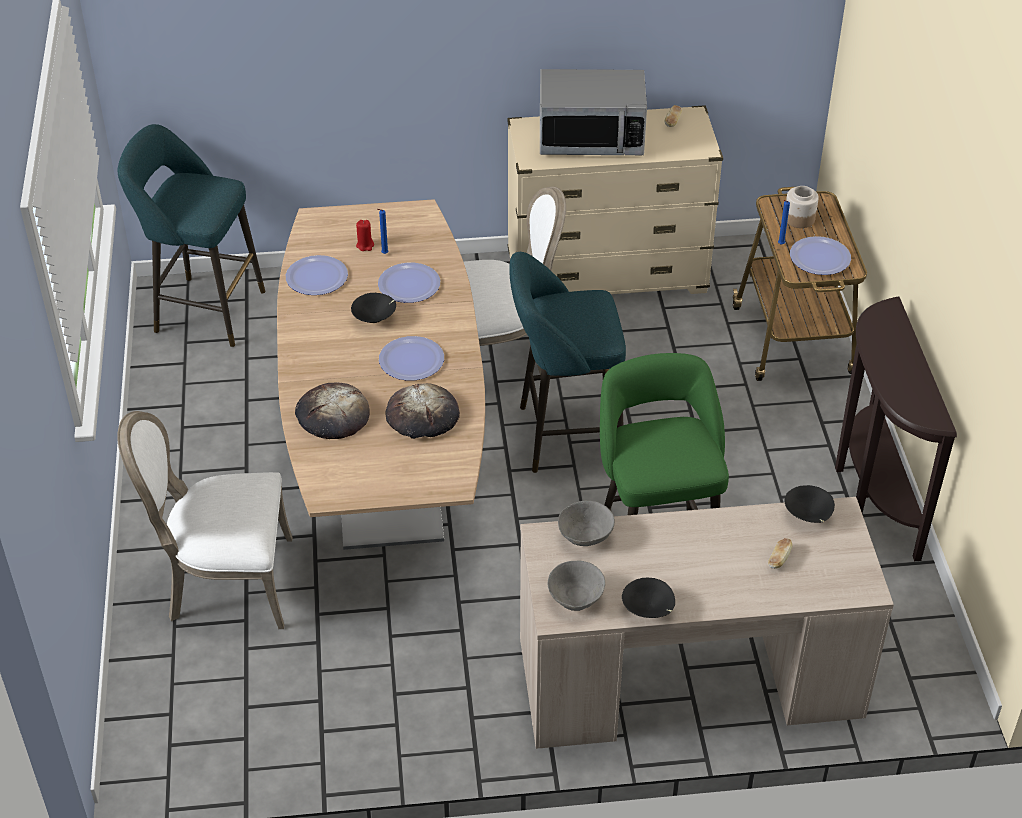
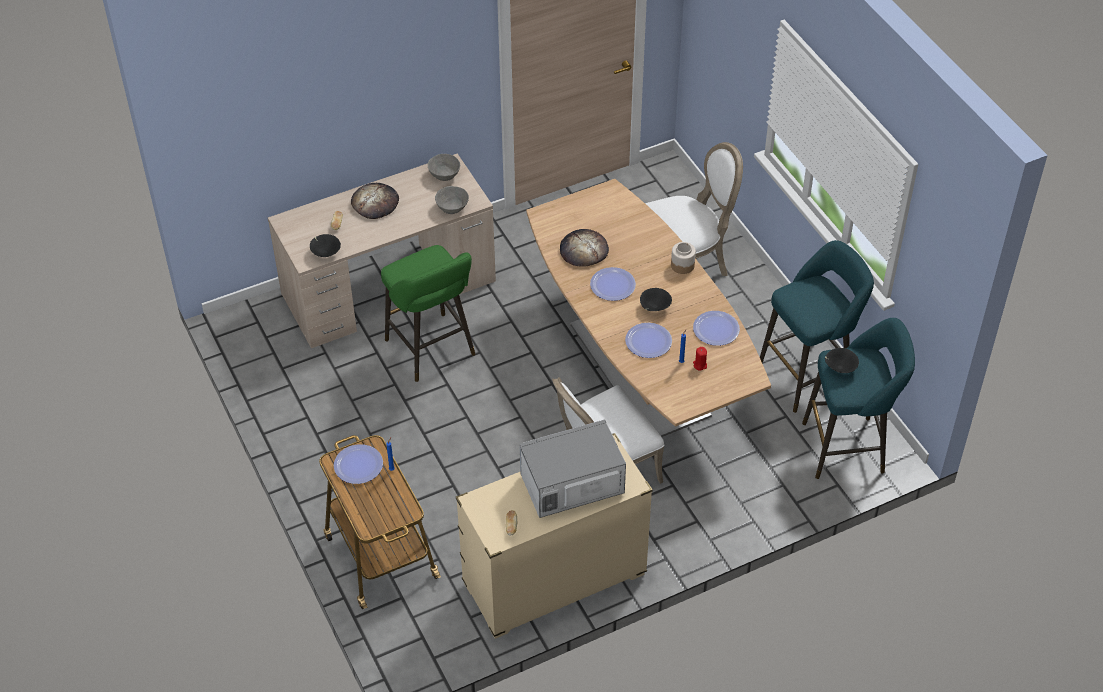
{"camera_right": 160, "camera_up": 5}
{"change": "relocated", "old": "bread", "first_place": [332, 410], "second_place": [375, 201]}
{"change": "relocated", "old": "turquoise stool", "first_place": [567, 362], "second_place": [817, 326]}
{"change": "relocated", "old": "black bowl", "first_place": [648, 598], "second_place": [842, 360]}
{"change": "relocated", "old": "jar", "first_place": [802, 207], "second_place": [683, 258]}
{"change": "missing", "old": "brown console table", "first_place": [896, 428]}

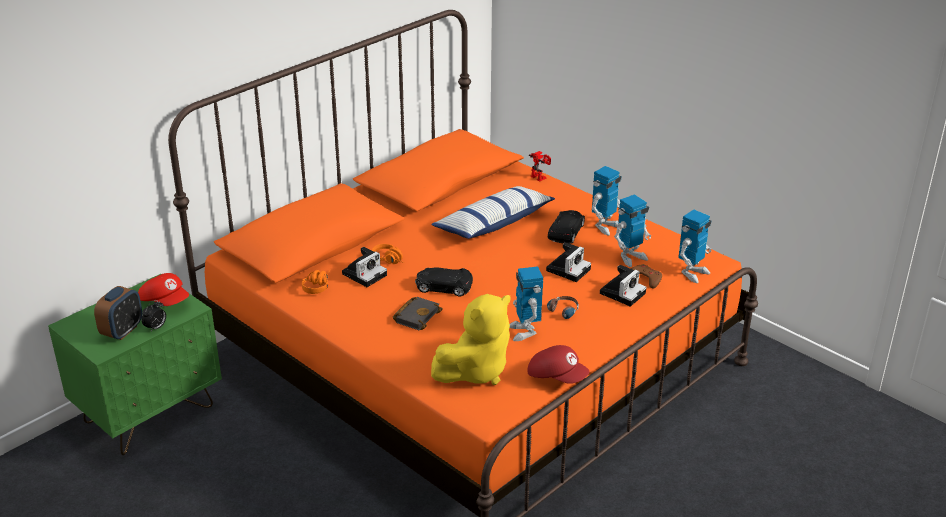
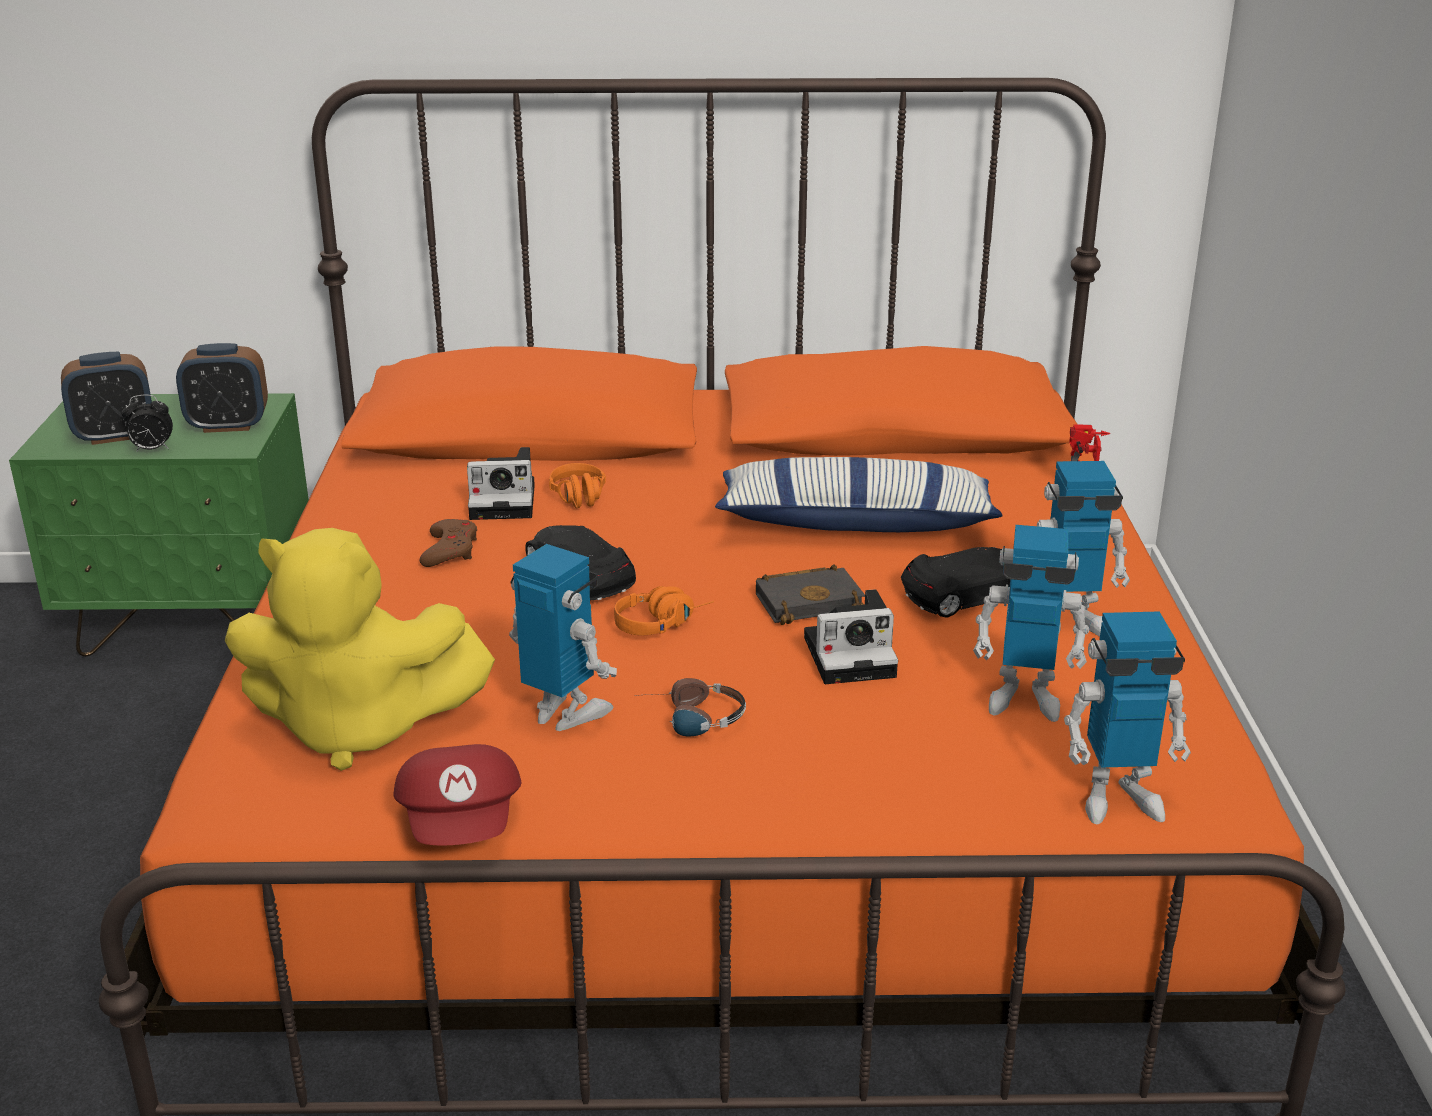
{"camera_right": 45, "camera_up": -5}
{"change": "exchanged", "old": "red cap", "new": "alarm clock", "first_place": [163, 289], "second_place": [222, 388]}
{"change": "relocated", "old": "orange headphones", "first_place": [316, 281], "second_place": [664, 610]}
{"change": "relocated", "old": "black book", "first_place": [418, 313], "second_place": [810, 594]}
{"change": "spun", "old": "toy robot", "first_place": [526, 303], "second_place": [563, 637], "degrees": 90}
{"change": "missing", "old": "photo camera", "first_place": [623, 286]}
{"change": "relocated", "old": "brown game controller", "first_place": [646, 276], "second_place": [448, 543]}

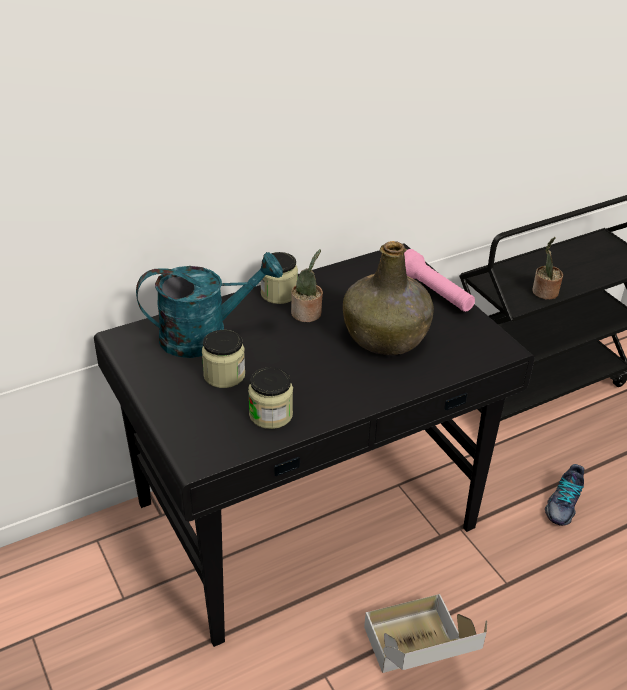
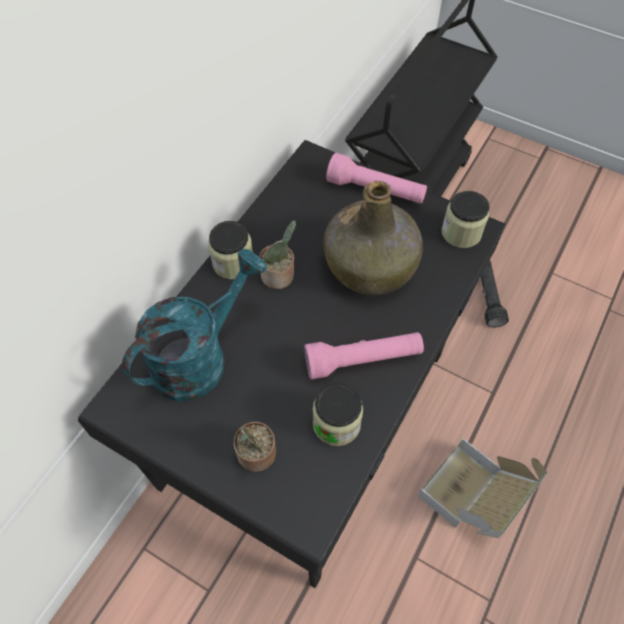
{"camera_right": -30, "camera_up": 20}
{"change": "relocated", "old": "jar", "first_place": [223, 359], "second_place": [466, 219]}
{"change": "relocated", "old": "potted plant", "first_place": [547, 268], "second_place": [255, 447]}
{"change": "exchanged", "old": "shoe", "new": "black flashlight", "first_place": [564, 495], "second_place": [495, 294]}
{"change": "appeared", "new": "pink flashlight", "second_place": [364, 355]}

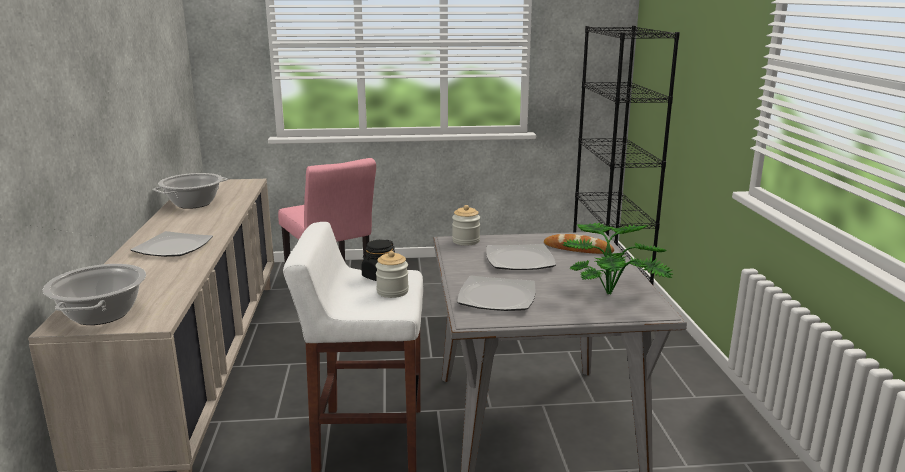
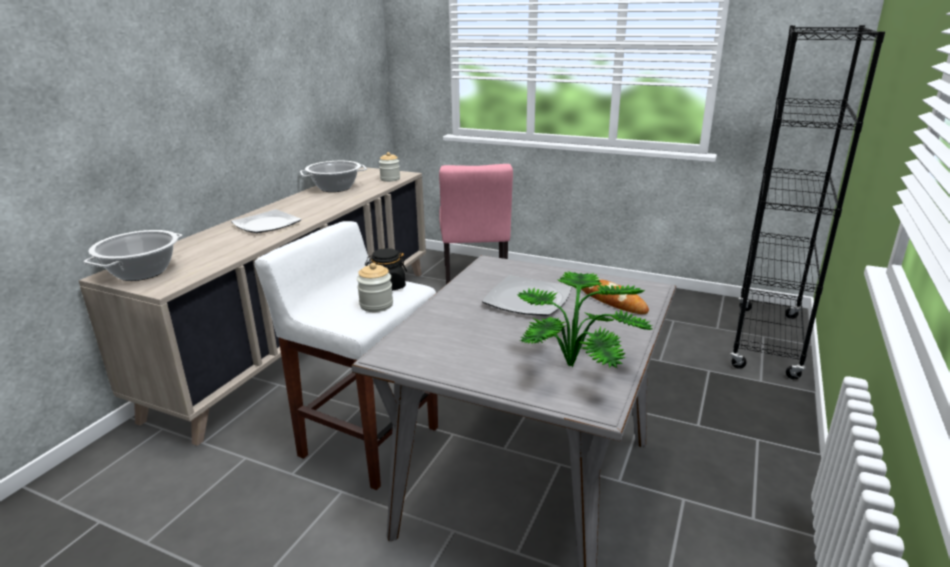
{"camera_right": 30, "camera_up": 5}
{"change": "relocated", "old": "jar", "first_place": [466, 225], "second_place": [389, 167]}
{"change": "missing", "old": "plate", "first_place": [496, 293]}

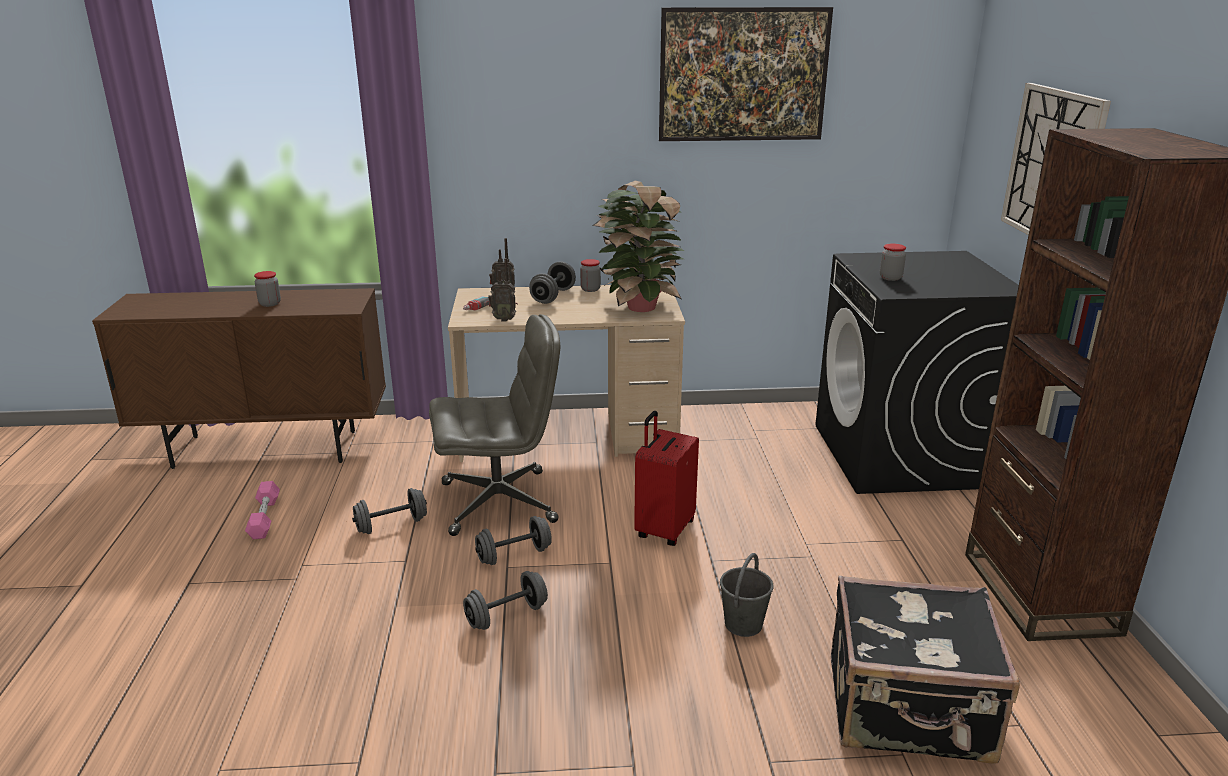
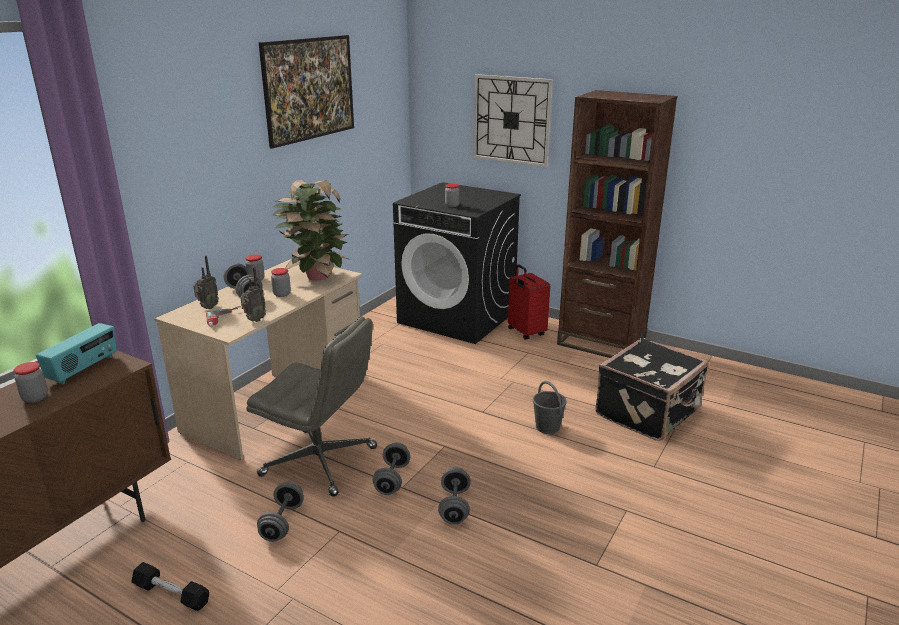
{"camera_right": -55, "camera_up": 0}
{"change": "colour", "old": "pink dumbbell", "new": "black dumbbell", "first_place": [262, 510], "second_place": [170, 586]}
{"change": "spun", "old": "grey office chair", "first_place": [494, 425], "second_place": [311, 407], "degrees": 90}
{"change": "relocated", "old": "red suitcase", "first_place": [666, 478], "second_place": [529, 302]}
{"change": "appeared", "new": "radio", "second_place": [76, 354]}
{"change": "appeared", "new": "jar", "second_place": [281, 282]}

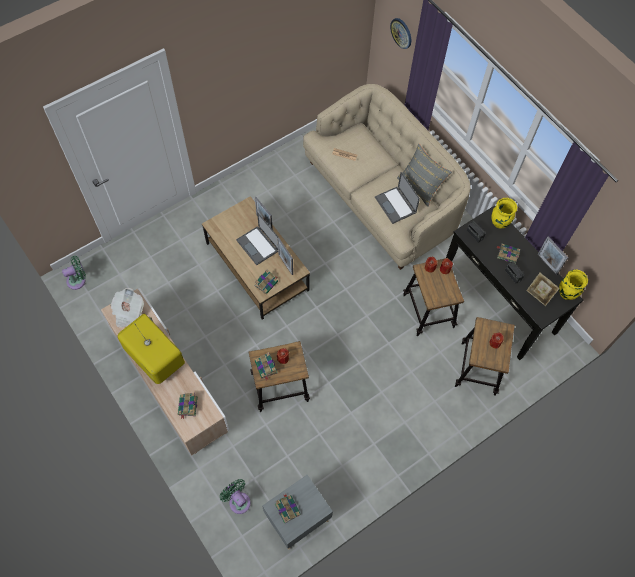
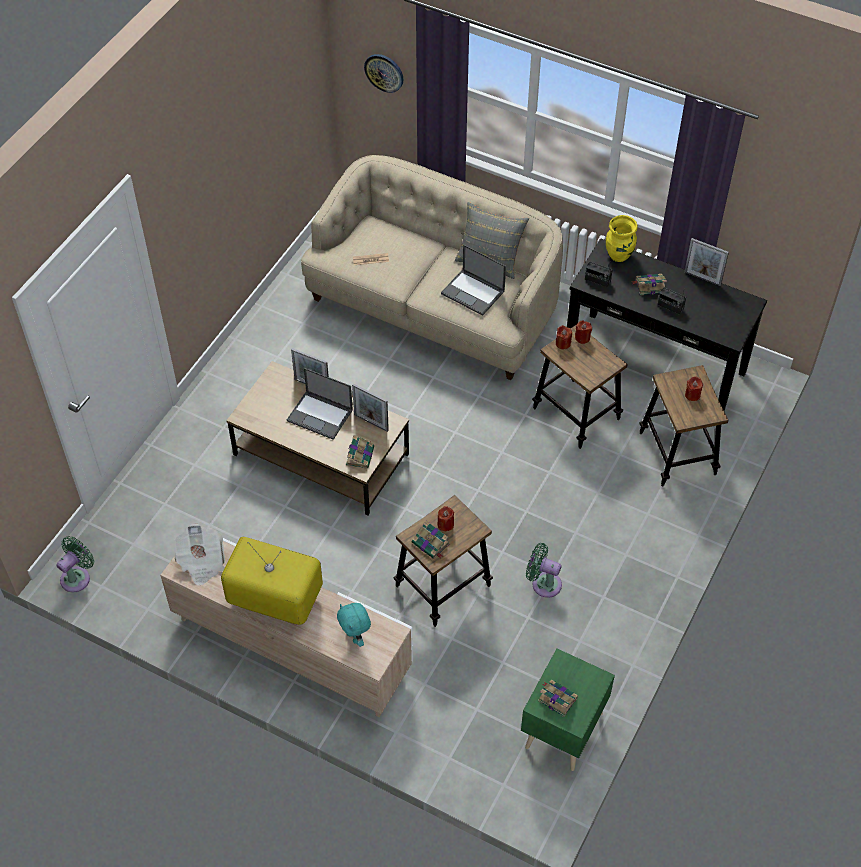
{"camera_right": -25, "camera_up": -10}
{"change": "exchanged", "old": "book", "new": "turquoise plush toy", "first_place": [188, 406], "second_place": [354, 625]}
{"change": "relocated", "old": "green fan", "first_place": [235, 496], "second_place": [544, 570]}
{"change": "colour", "old": "grey nightstand", "new": "green nightstand", "first_place": [297, 512], "second_place": [568, 710]}
{"change": "missing", "old": "picture frame", "first_place": [543, 289]}
{"change": "missing", "old": "yellow vase", "first_place": [573, 284]}

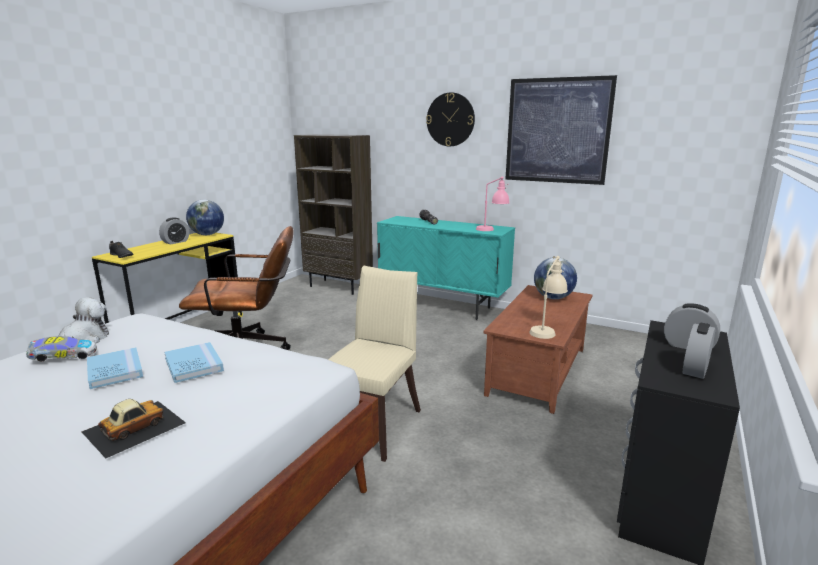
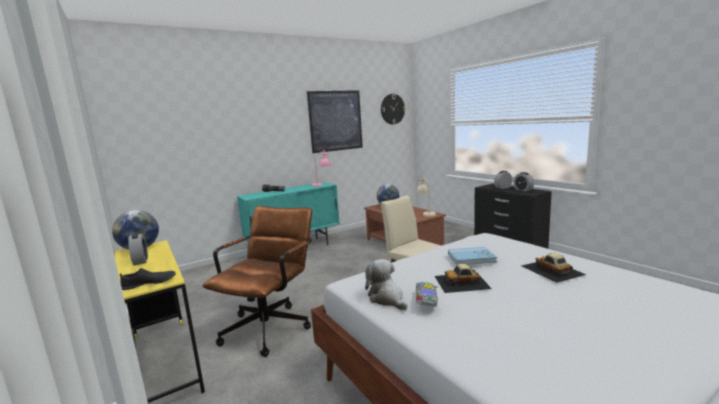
{"camera_right": -60, "camera_up": -5}
{"change": "exchanged", "old": "blue book", "new": "toy car", "first_place": [115, 368], "second_place": [463, 278]}
{"change": "missing", "old": "brown bookcase", "first_place": [333, 214]}
{"change": "relocated", "old": "wall clock", "first_place": [450, 119], "second_place": [393, 109]}

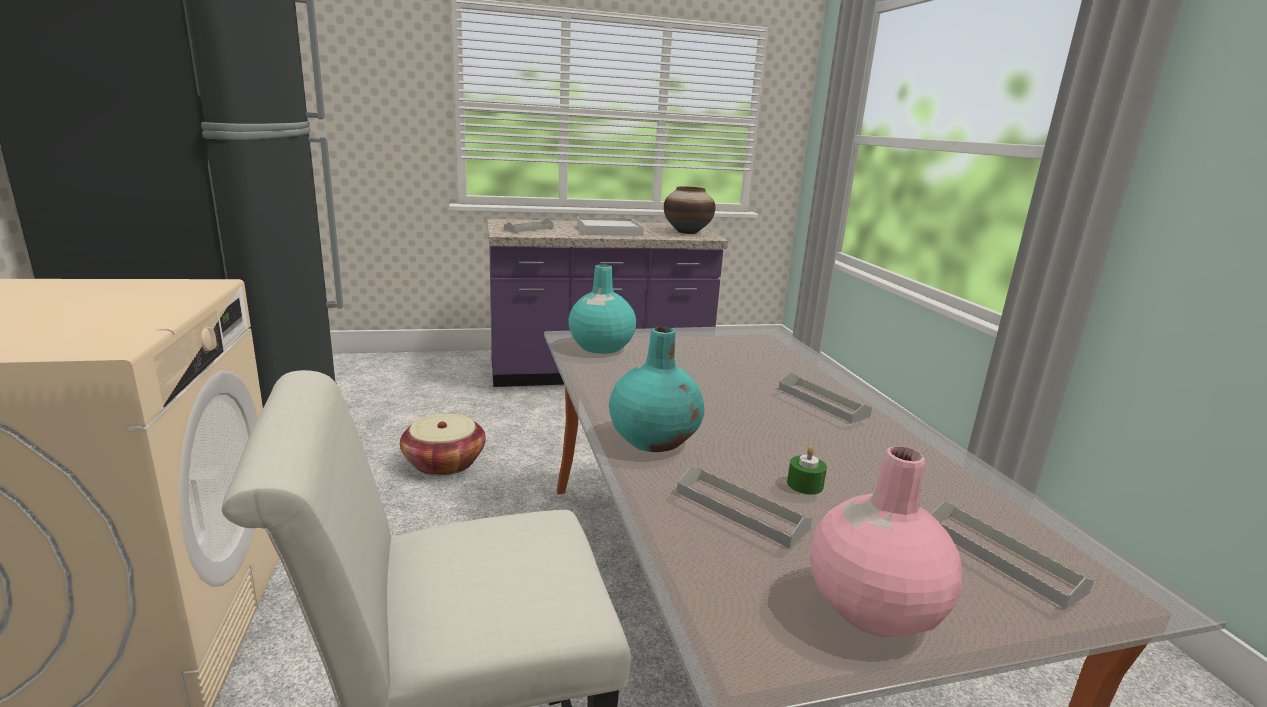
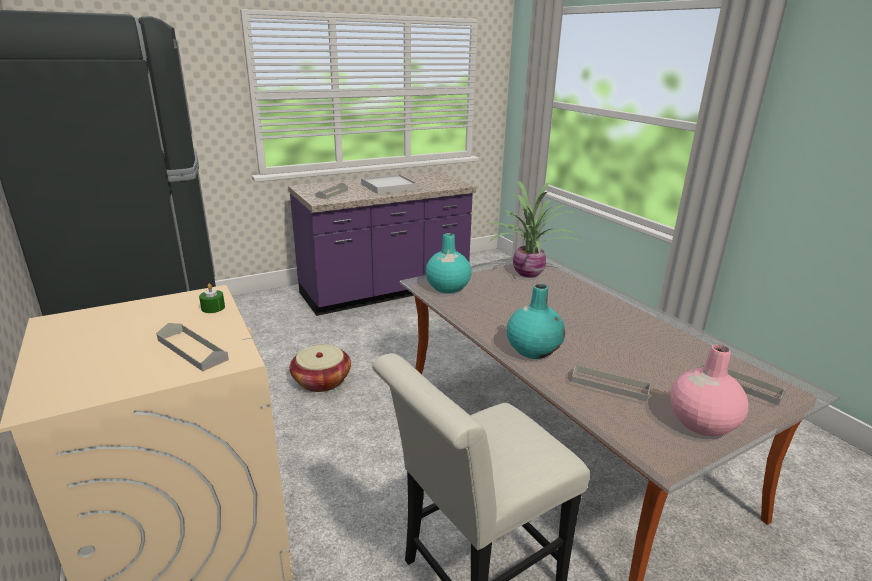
{"camera_right": -15, "camera_up": 5}
{"change": "missing", "old": "vase", "first_place": [689, 210]}
{"change": "relocated", "old": "grey tray", "first_place": [825, 398], "second_place": [192, 347]}
{"change": "relocated", "old": "green candle", "first_place": [807, 470], "second_place": [212, 298]}
{"change": "appeared", "new": "potted plant", "second_place": [534, 229]}

